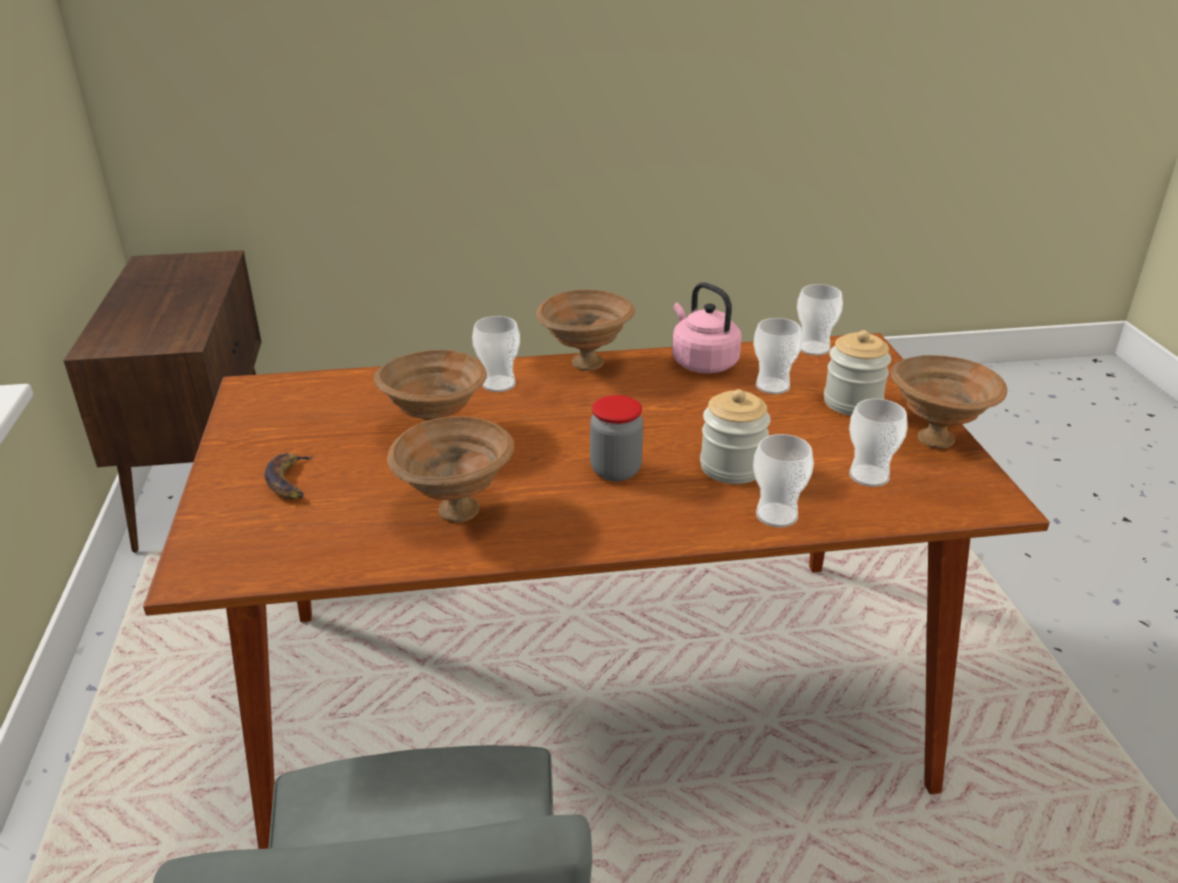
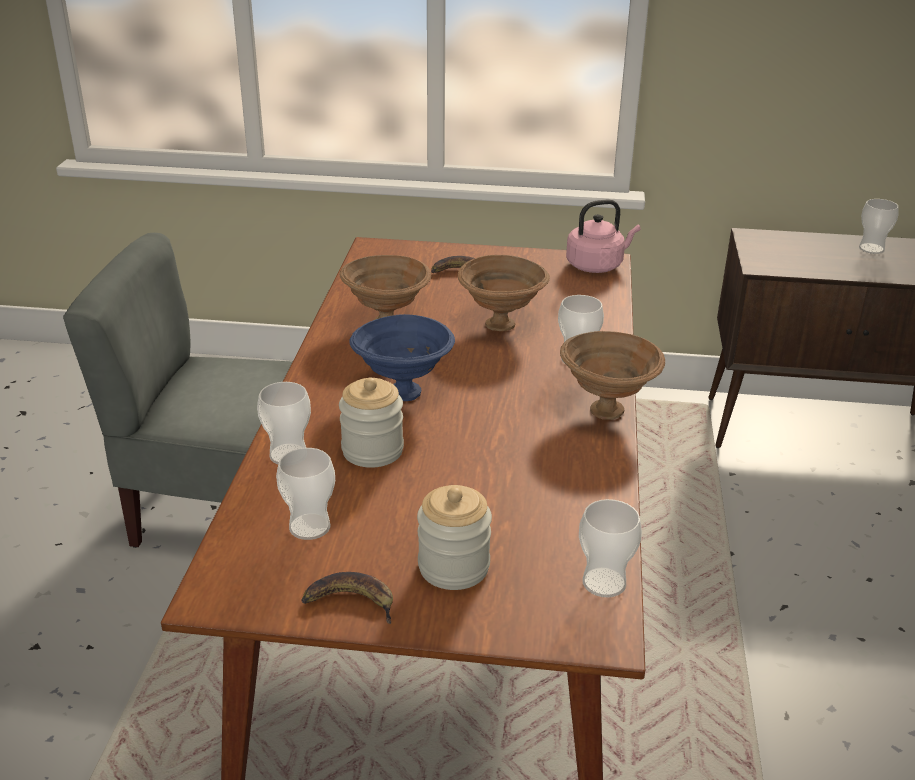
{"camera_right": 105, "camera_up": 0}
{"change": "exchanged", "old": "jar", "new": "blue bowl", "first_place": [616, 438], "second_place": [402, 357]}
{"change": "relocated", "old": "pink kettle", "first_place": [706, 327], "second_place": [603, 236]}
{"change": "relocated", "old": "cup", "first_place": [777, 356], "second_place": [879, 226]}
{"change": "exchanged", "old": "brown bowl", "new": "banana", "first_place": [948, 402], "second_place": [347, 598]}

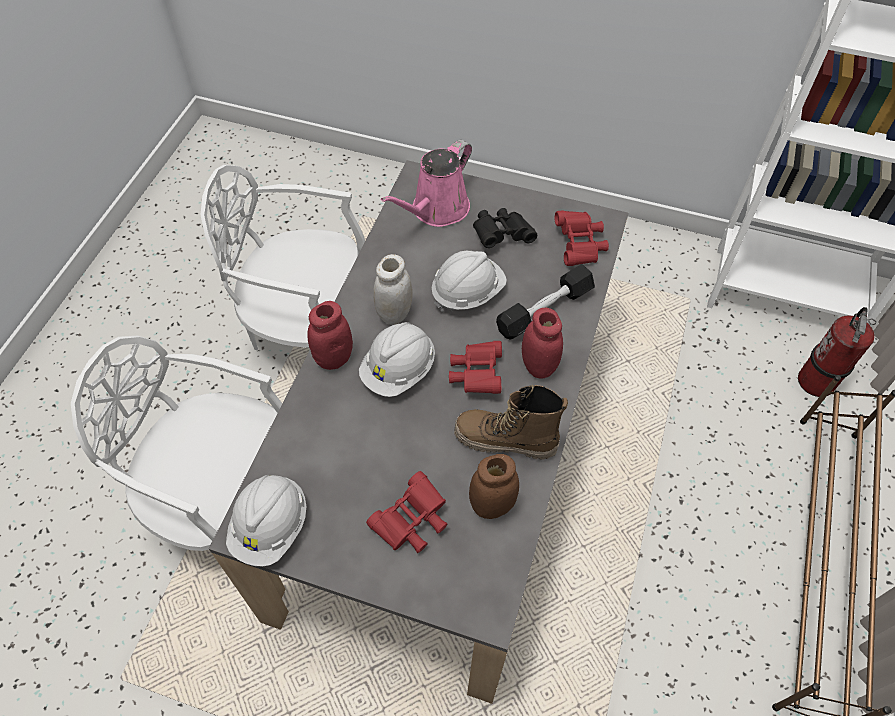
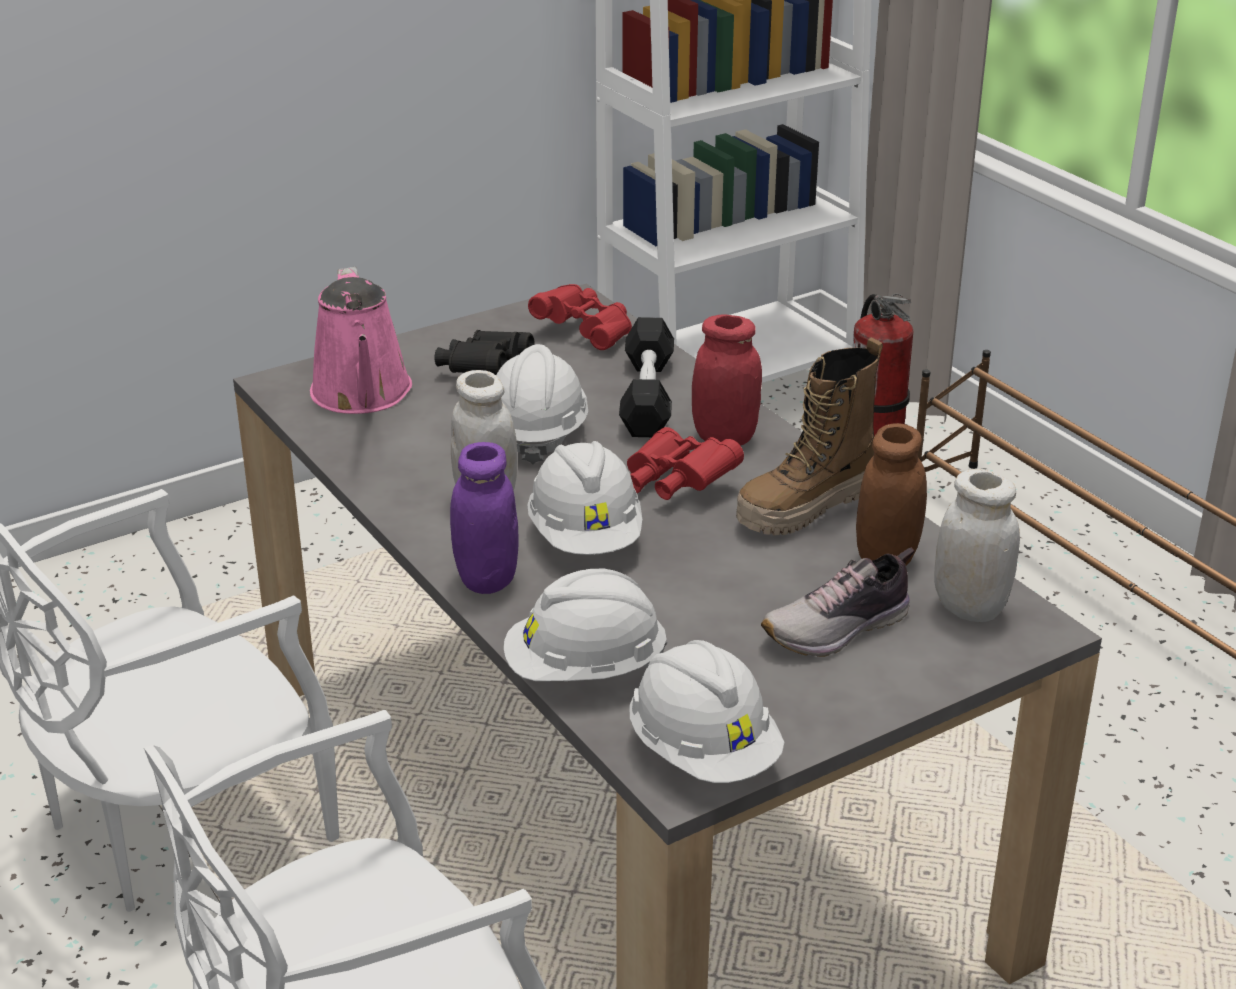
{"camera_right": -50, "camera_up": -25}
{"change": "colour", "old": "red jar", "new": "purple jar", "first_place": [330, 335], "second_place": [484, 518]}
{"change": "exchanged", "old": "red binoculars", "new": "shoe", "first_place": [407, 512], "second_place": [838, 602]}
{"change": "appeared", "new": "white hard hat", "second_place": [585, 625]}
{"change": "appeared", "new": "white jar", "second_place": [977, 545]}

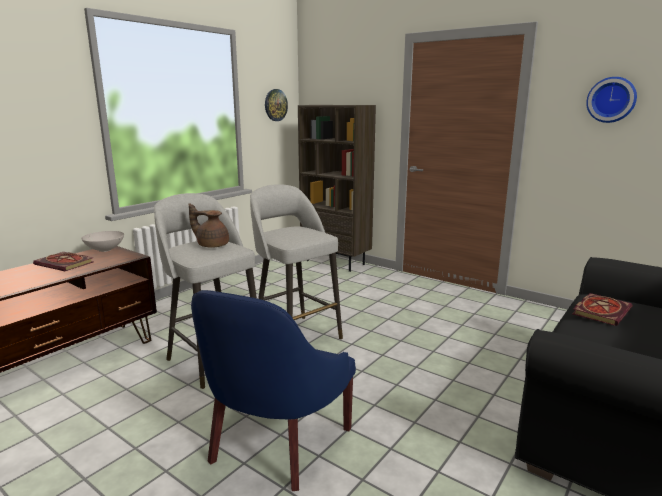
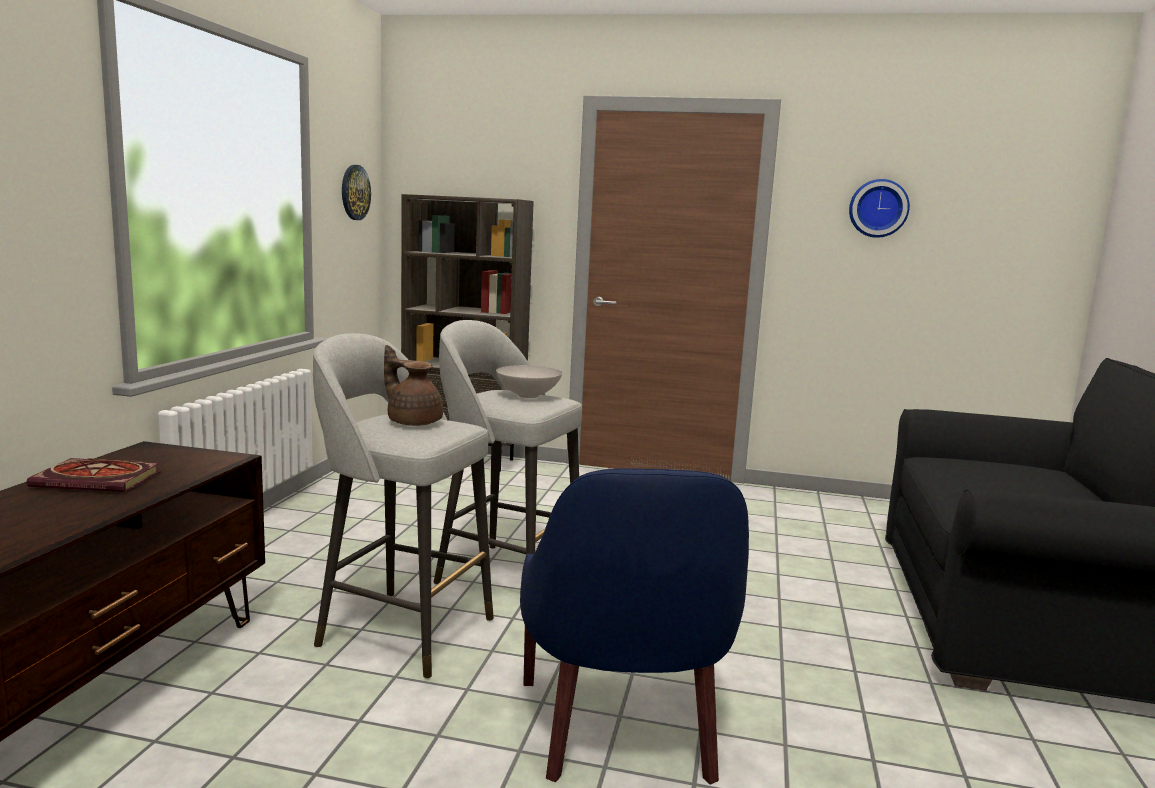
{"camera_right": -25, "camera_up": -5}
{"change": "relocated", "old": "white bowl", "first_place": [102, 241], "second_place": [529, 381]}
{"change": "spun", "old": "brown teapot", "first_place": [208, 225], "second_place": [413, 385], "degrees": 45}
{"change": "missing", "old": "book", "first_place": [602, 309]}

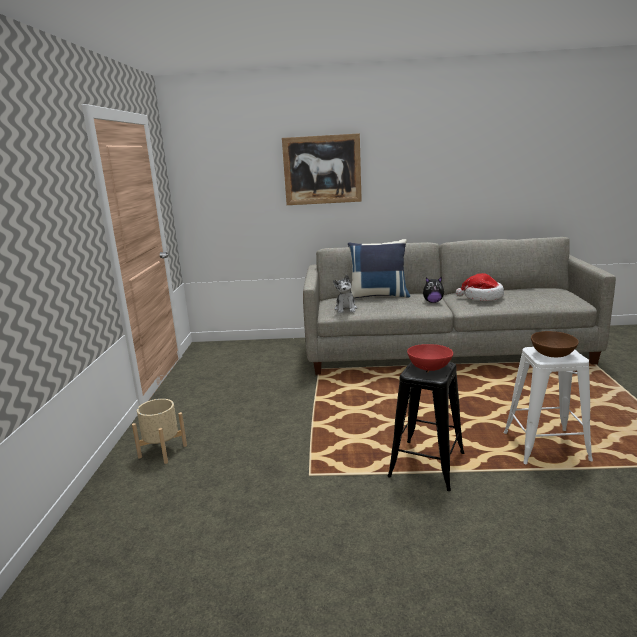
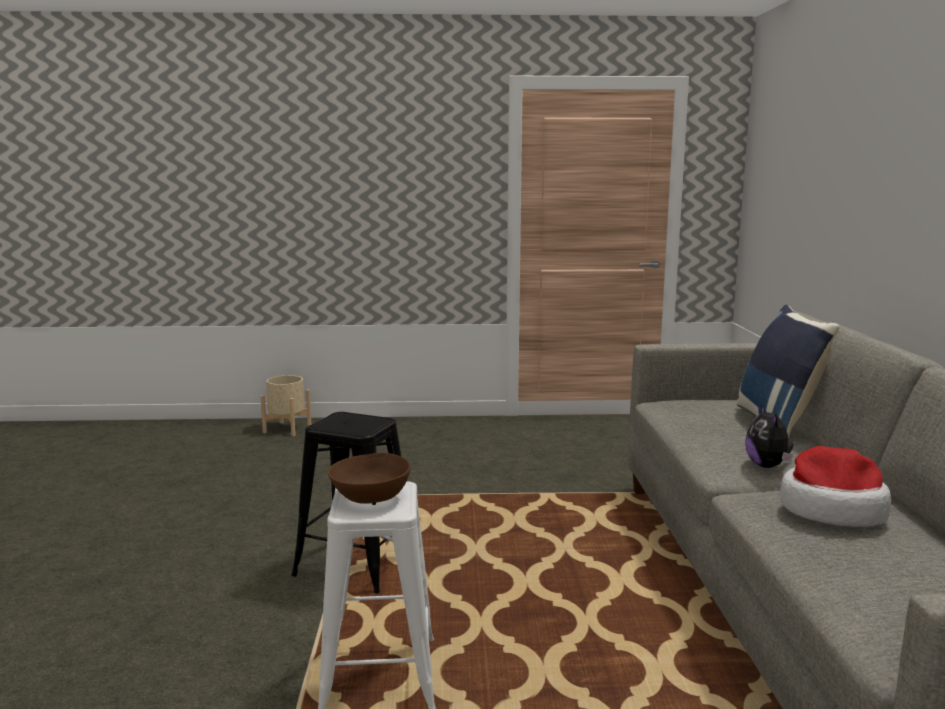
{"camera_right": 85, "camera_up": -5}
{"change": "relocated", "old": "beige planter", "first_place": [159, 431], "second_place": [285, 405]}
{"change": "missing", "old": "picture", "first_place": [322, 169]}
{"change": "missing", "old": "plush toy", "first_place": [345, 294]}
{"change": "missing", "old": "red bowl", "first_place": [430, 357]}

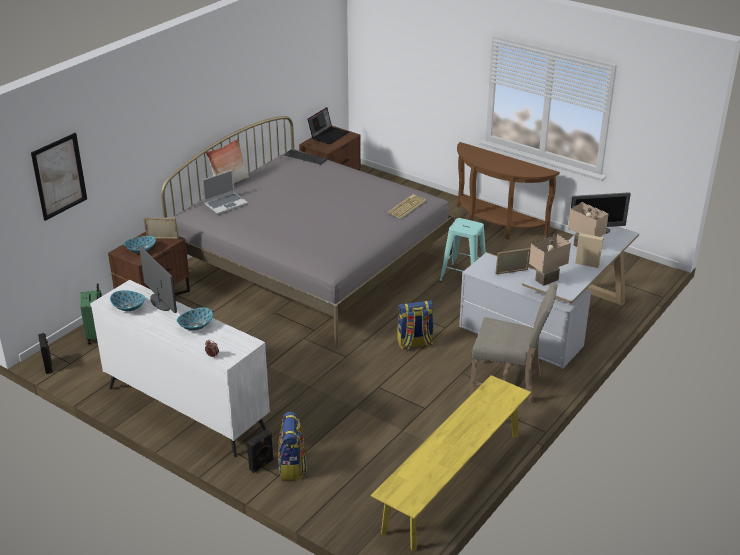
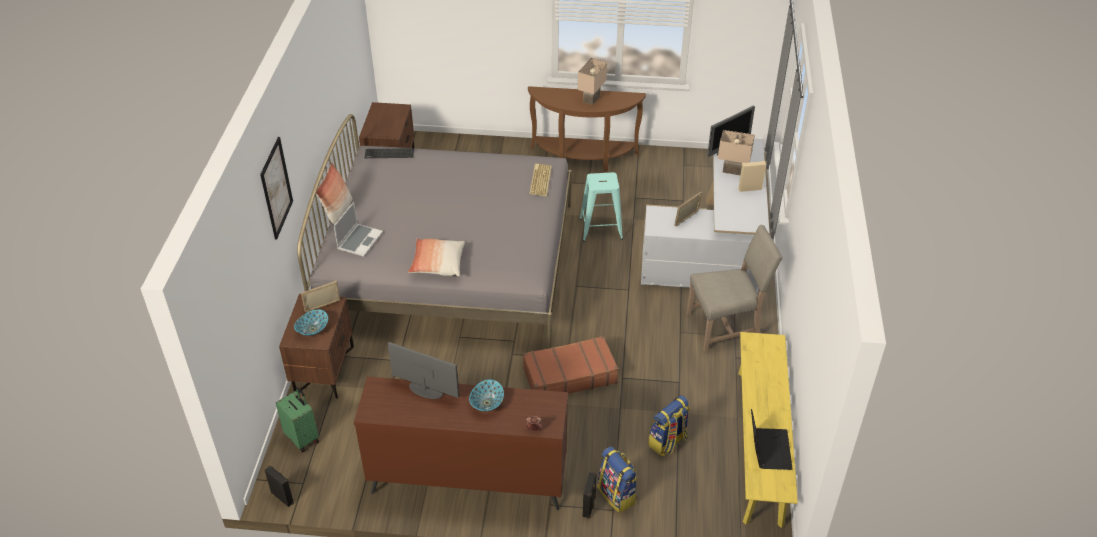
{"camera_right": -30, "camera_up": 10}
{"change": "relocated", "old": "picture", "first_place": [59, 177], "second_place": [276, 188]}
{"change": "colour", "old": "white dresser", "new": "brown dresser", "first_place": [180, 368], "second_place": [461, 443]}
{"change": "missing", "old": "bowl", "first_place": [128, 300]}
{"change": "relocated", "old": "laptop", "first_place": [327, 125], "second_place": [772, 439]}
{"change": "relocated", "old": "backpack", "first_place": [415, 324], "second_place": [669, 425]}
{"change": "relocated", "old": "beige table lamp", "first_place": [550, 260], "second_place": [592, 81]}
{"change": "appeared", "new": "pillow", "second_place": [436, 257]}
{"change": "appeared", "new": "brown suitcase", "second_place": [570, 365]}

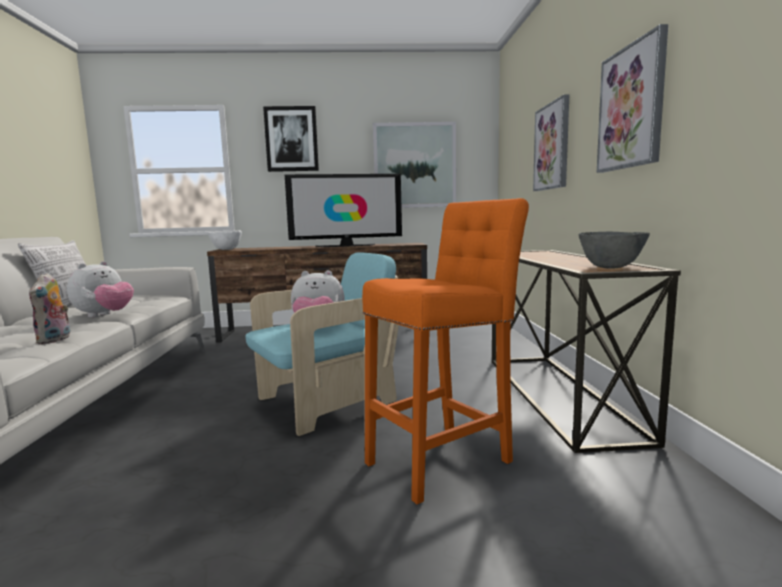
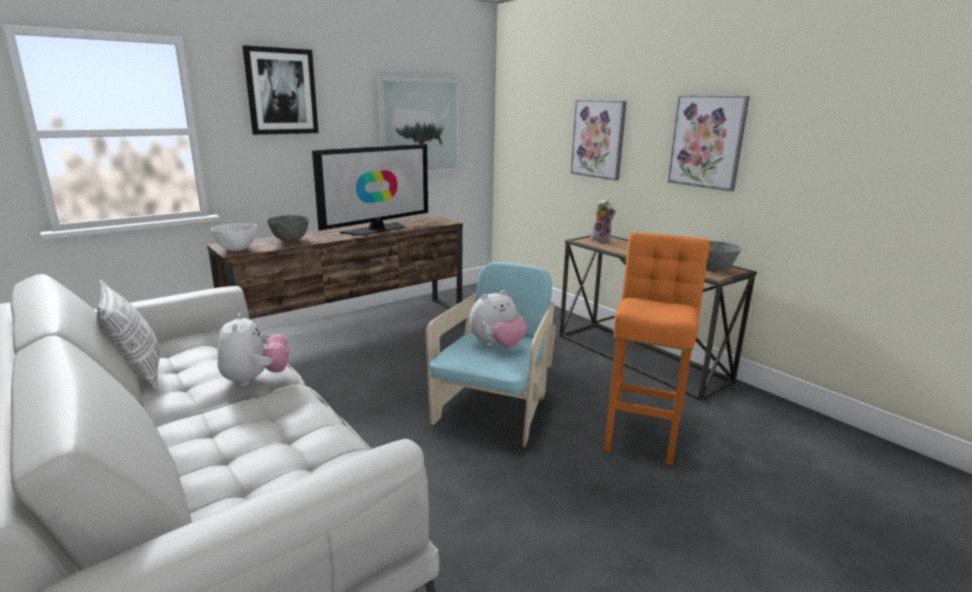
{"camera_right": -35, "camera_up": 10}
{"change": "relocated", "old": "plush toy", "first_place": [49, 308], "second_place": [603, 221]}
{"change": "appeared", "new": "grey bowl", "second_place": [288, 228]}

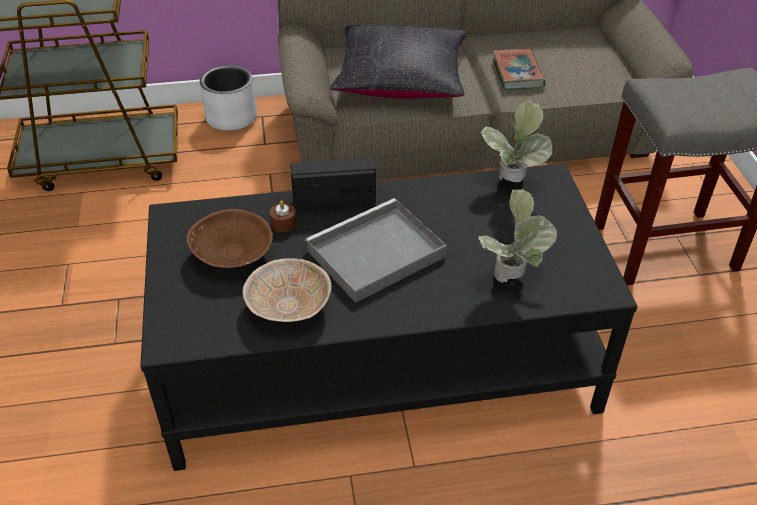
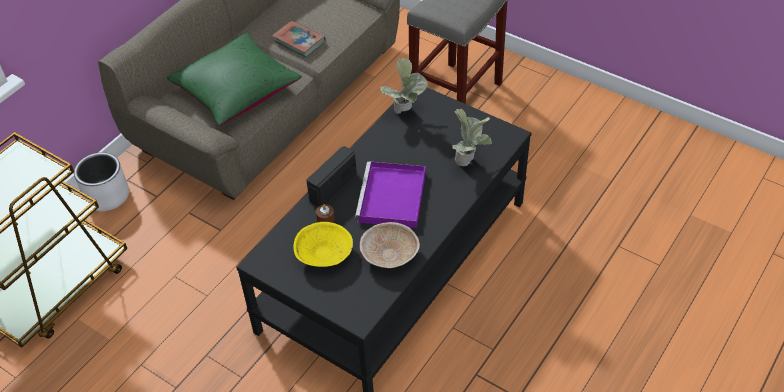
{"camera_right": -45, "camera_up": 5}
{"change": "colour", "old": "brown bowl", "new": "yellow bowl", "first_place": [229, 238], "second_place": [323, 244]}
{"change": "colour", "old": "grey tray", "new": "purple tray", "first_place": [376, 250], "second_place": [390, 195]}
{"change": "colour", "old": "black pillow", "new": "green pillow", "first_place": [398, 62], "second_place": [234, 79]}

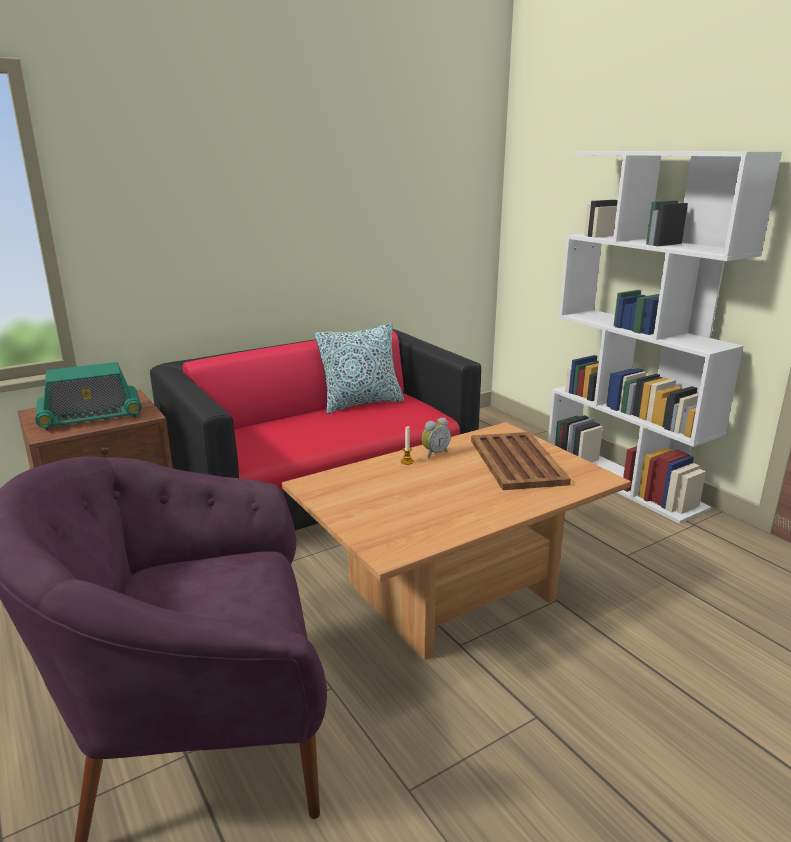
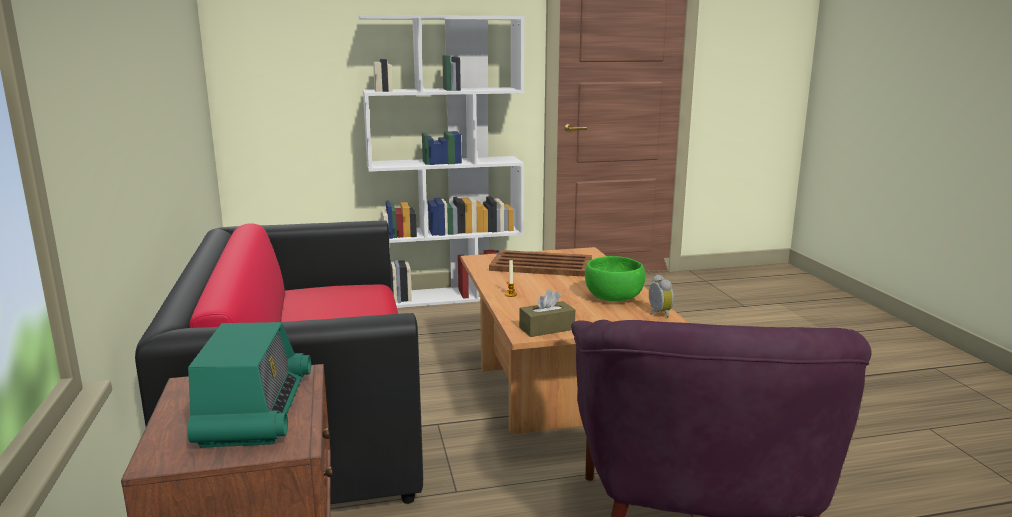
{"camera_right": -70, "camera_up": -5}
{"change": "missing", "old": "pillow", "first_place": [359, 368]}
{"change": "relocated", "old": "alarm clock", "first_place": [436, 437], "second_place": [661, 296]}
{"change": "appeared", "new": "brown tissue box", "second_place": [547, 313]}
{"change": "appeared", "new": "green bowl", "second_place": [615, 278]}

